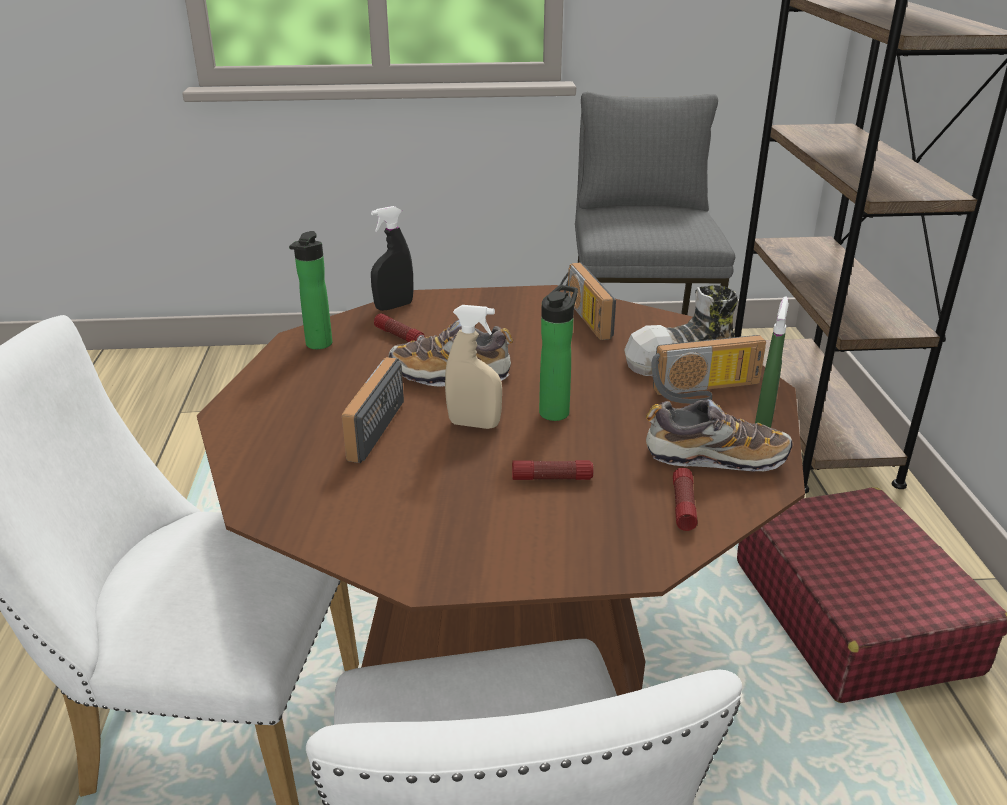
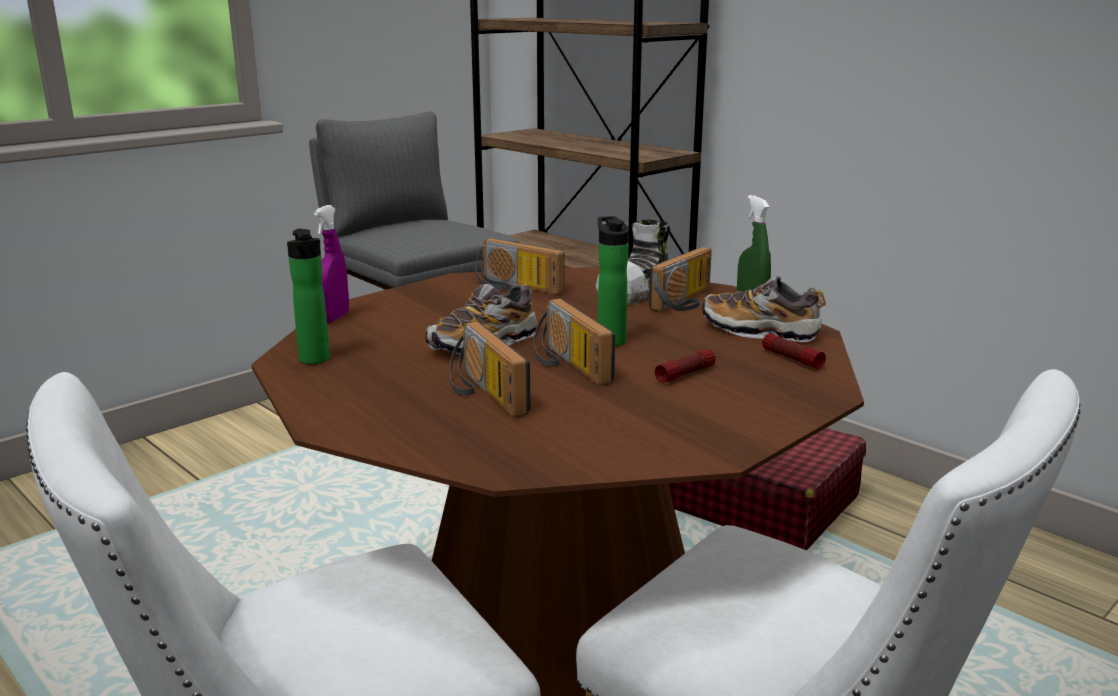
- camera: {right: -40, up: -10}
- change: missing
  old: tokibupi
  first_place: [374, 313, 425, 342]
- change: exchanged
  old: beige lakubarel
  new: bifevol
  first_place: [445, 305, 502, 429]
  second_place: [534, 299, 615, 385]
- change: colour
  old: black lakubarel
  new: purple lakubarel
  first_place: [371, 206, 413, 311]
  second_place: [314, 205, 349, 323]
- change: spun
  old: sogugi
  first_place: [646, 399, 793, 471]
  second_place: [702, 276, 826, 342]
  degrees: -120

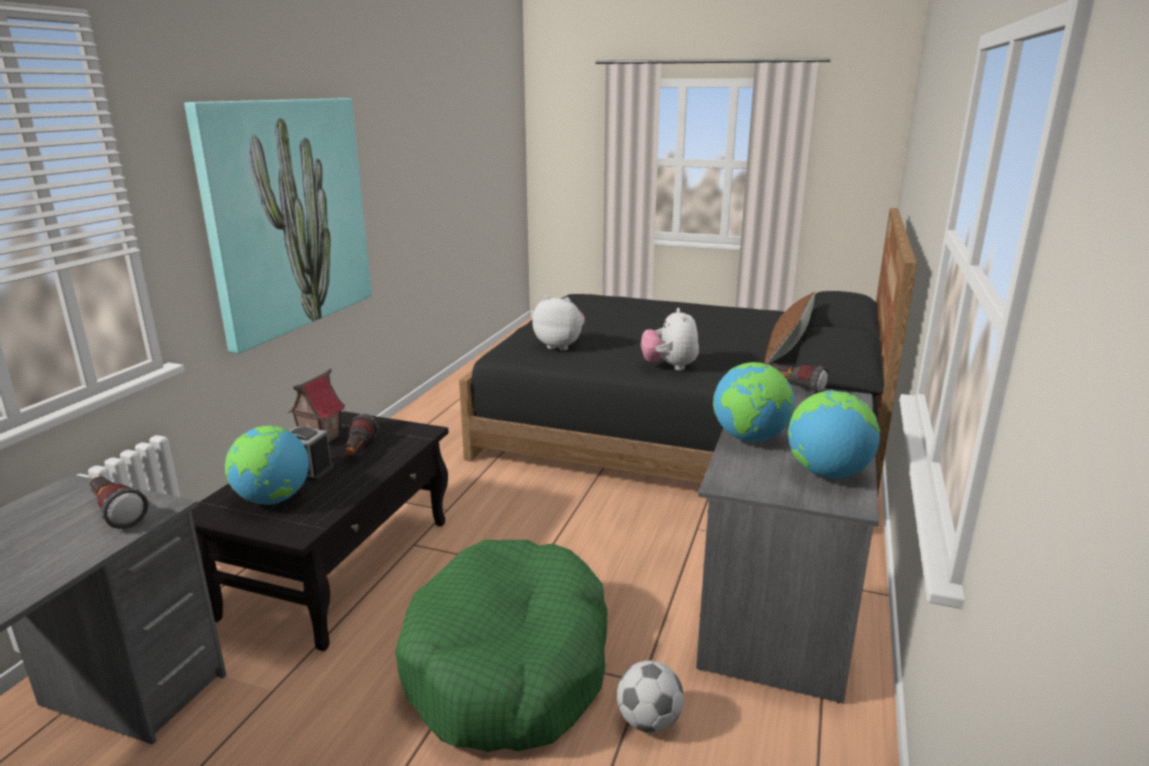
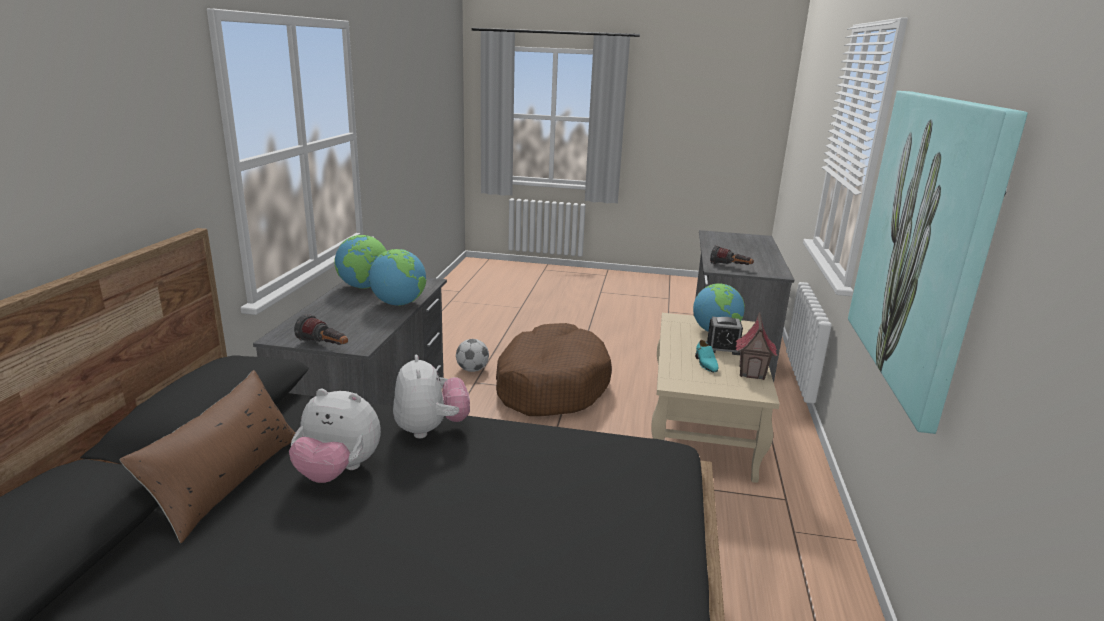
- camera: {right: 170, up: 0}
- change: relocated
  old: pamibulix
  first_place: [532, 295, 585, 351]
  second_place: [289, 389, 381, 483]
- change: exchanged
  old: tokibupi
  new: turquoise sogugi
  first_place: [345, 414, 379, 455]
  second_place: [695, 340, 718, 372]
- change: colour
  old: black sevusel
  new: beige sevusel
  first_place: [191, 411, 449, 651]
  second_place: [651, 313, 780, 483]
- change: colour
  old: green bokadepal
  new: brown bokadepal
  first_place: [395, 540, 608, 752]
  second_place: [496, 323, 612, 416]

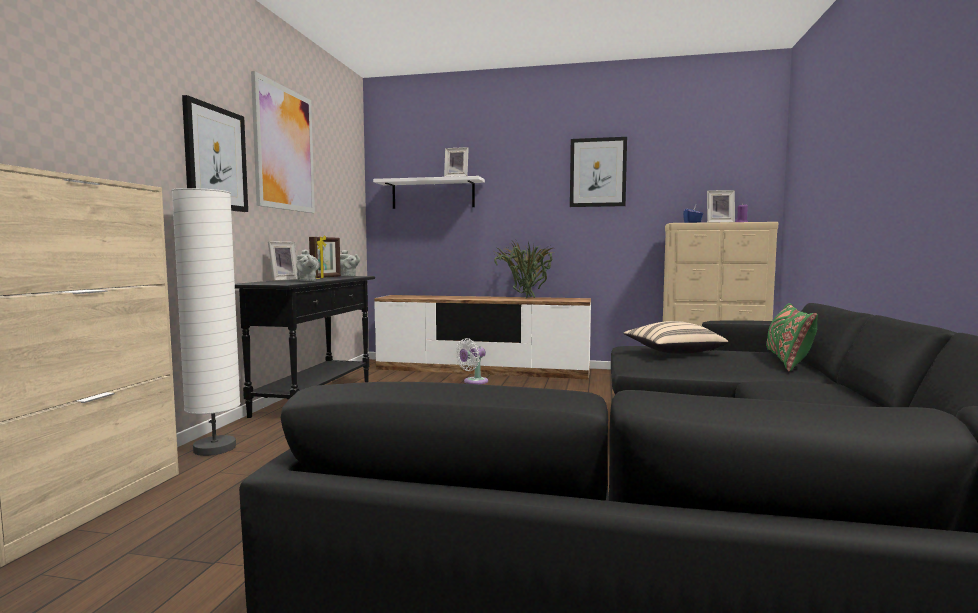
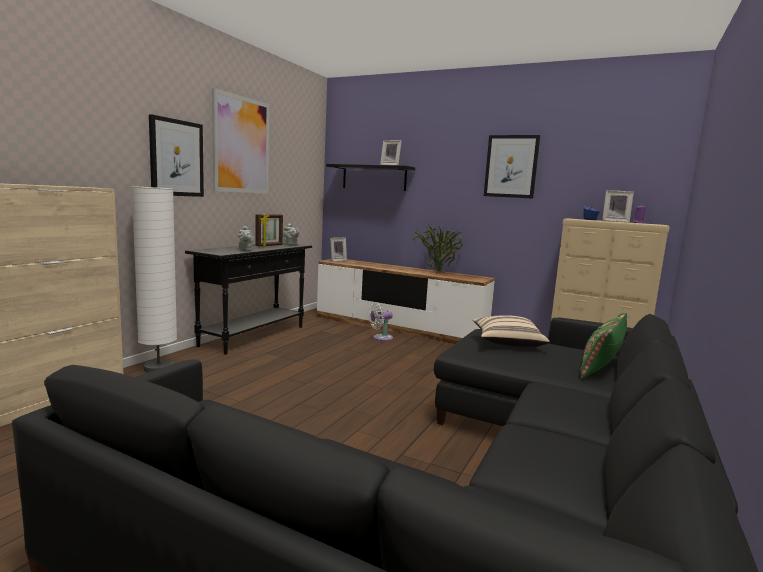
- camera: {right: 15, up: 5}
- change: relocated
  old: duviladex
  first_place: [268, 241, 298, 281]
  second_place: [330, 238, 347, 262]
- change: colour
  old: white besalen
  new: black besalen
  first_place: [373, 176, 485, 209]
  second_place: [326, 164, 415, 191]

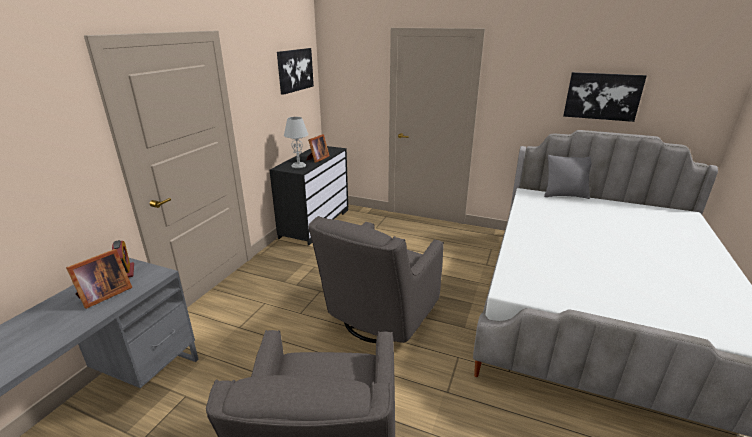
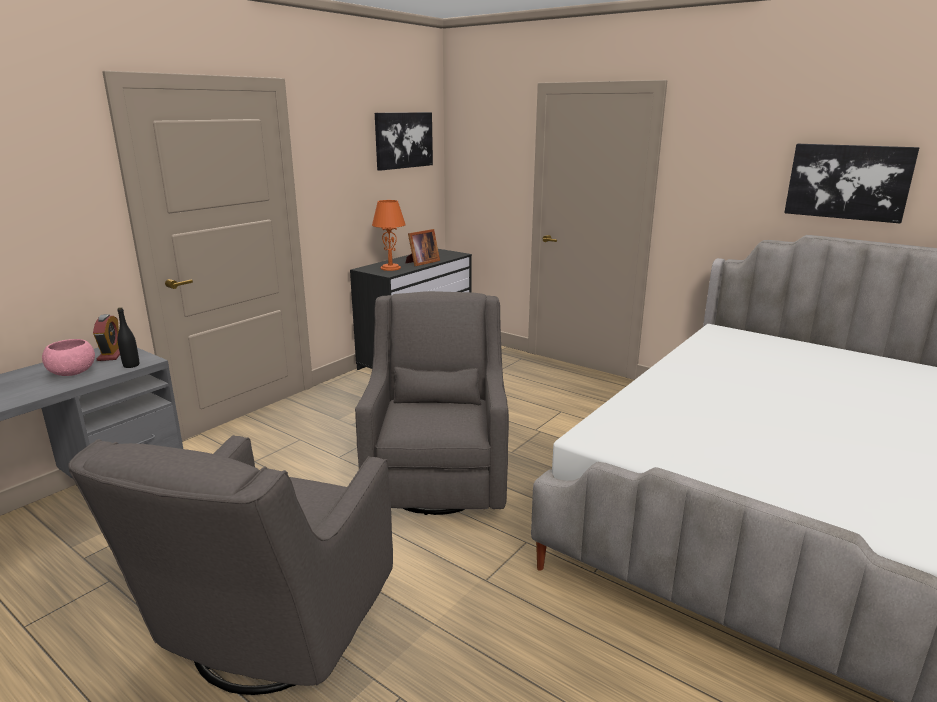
- camera: {right: 15, up: -5}
- change: missing
  old: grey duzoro
  first_place: [544, 155, 592, 199]
- change: appeared
  new: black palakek
  second_place: [117, 307, 139, 368]
- change: exchanged
  old: duviladex
  new: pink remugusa
  first_place: [66, 249, 132, 309]
  second_place: [42, 339, 95, 376]
- change: colour
  old: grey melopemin
  new: orange melopemin
  first_place: [284, 117, 308, 168]
  second_place: [372, 200, 406, 271]
- change: spun
  old: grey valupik
  first_place: [309, 216, 444, 343]
  second_place: [355, 291, 509, 515]
  degrees: 135

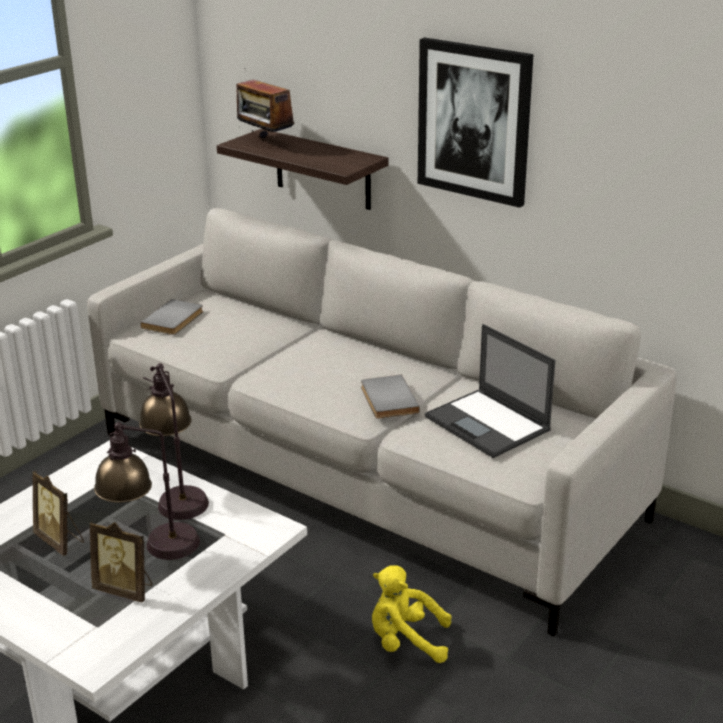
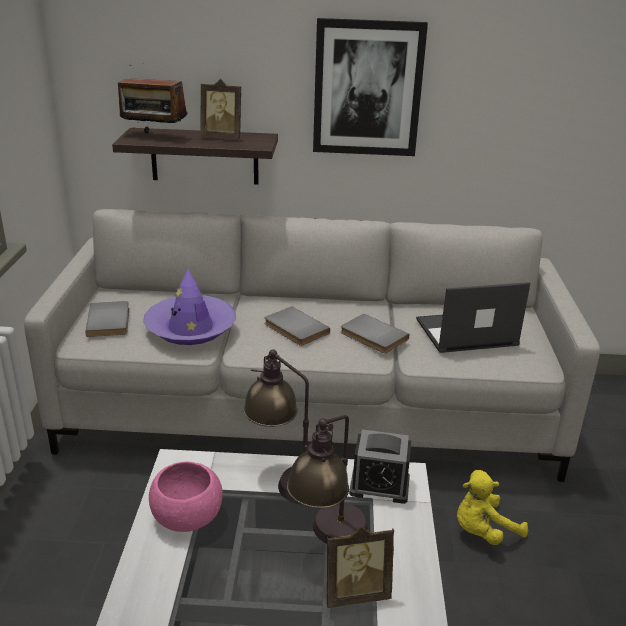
- camera: {right: -35, up: 0}
- change: appeared
  new: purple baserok
  second_place: [143, 269, 236, 345]
- change: appeared
  new: pink remugusa
  second_place: [149, 462, 223, 532]
- change: appeared
  new: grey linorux
  second_place: [265, 307, 330, 346]
- change: appeared
  new: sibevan
  second_place: [349, 430, 411, 504]
- change: relocated
  old: duviladex
  first_place: [33, 471, 84, 556]
  second_place: [200, 79, 241, 139]
- change: spun
  old: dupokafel
  first_place: [425, 324, 556, 458]
  second_place: [416, 282, 530, 353]
  degrees: 150

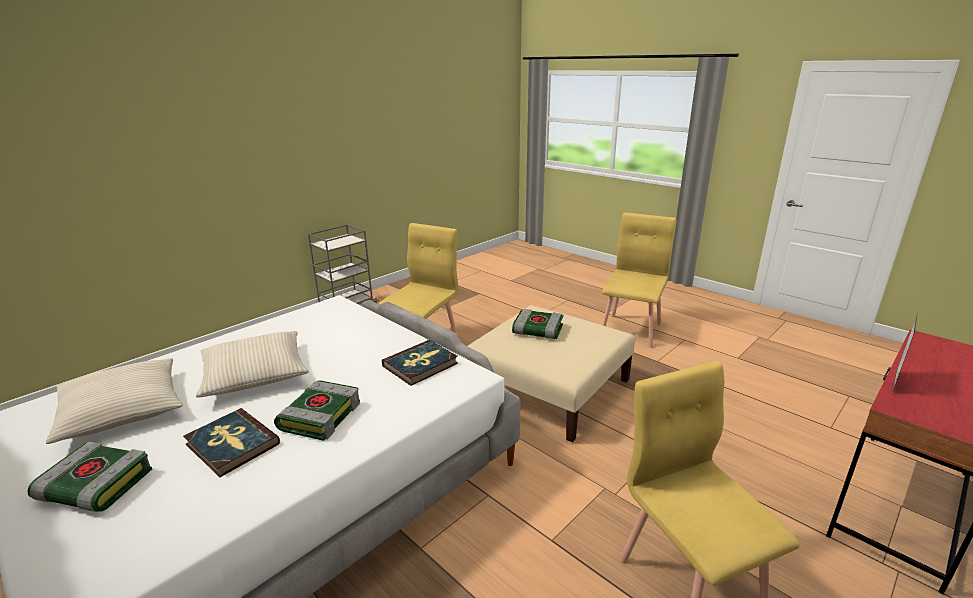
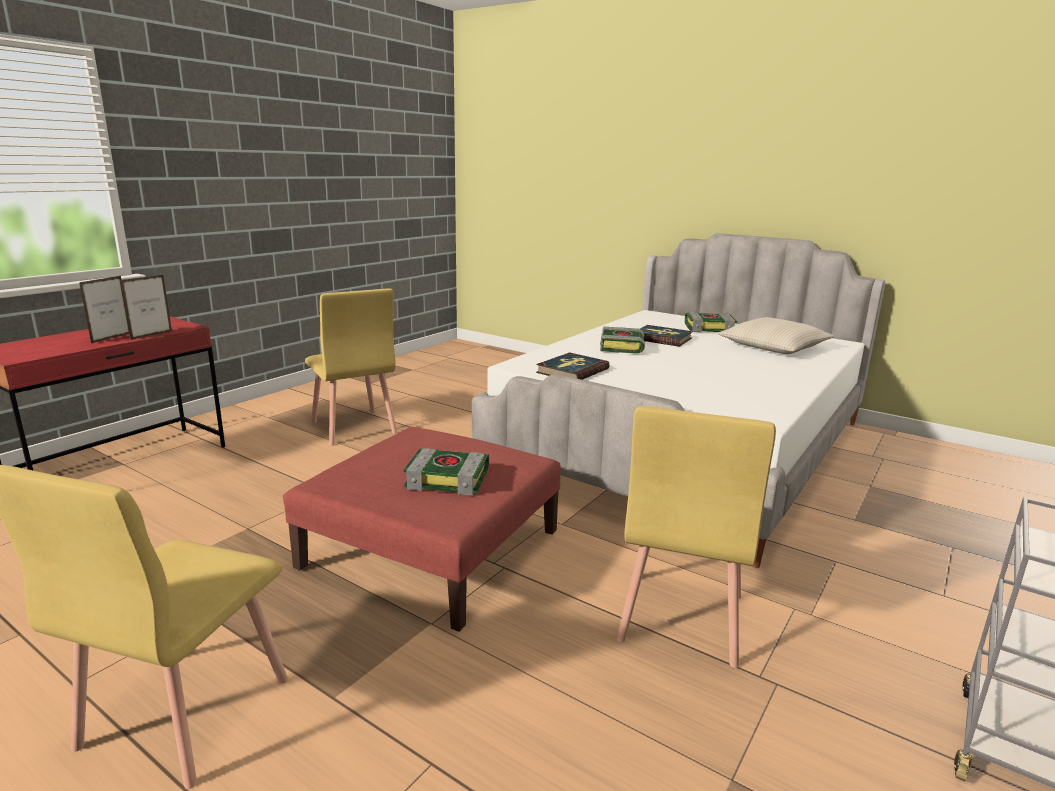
- camera: {right: 170, up: -5}
- change: missing
  old: beige duzoro
  first_place: [196, 331, 309, 398]
- change: appeared
  new: duviladex
  second_place: [79, 276, 130, 344]
- change: colour
  old: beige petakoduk
  new: red petakoduk
  first_place: [468, 305, 636, 442]
  second_place: [283, 427, 561, 632]

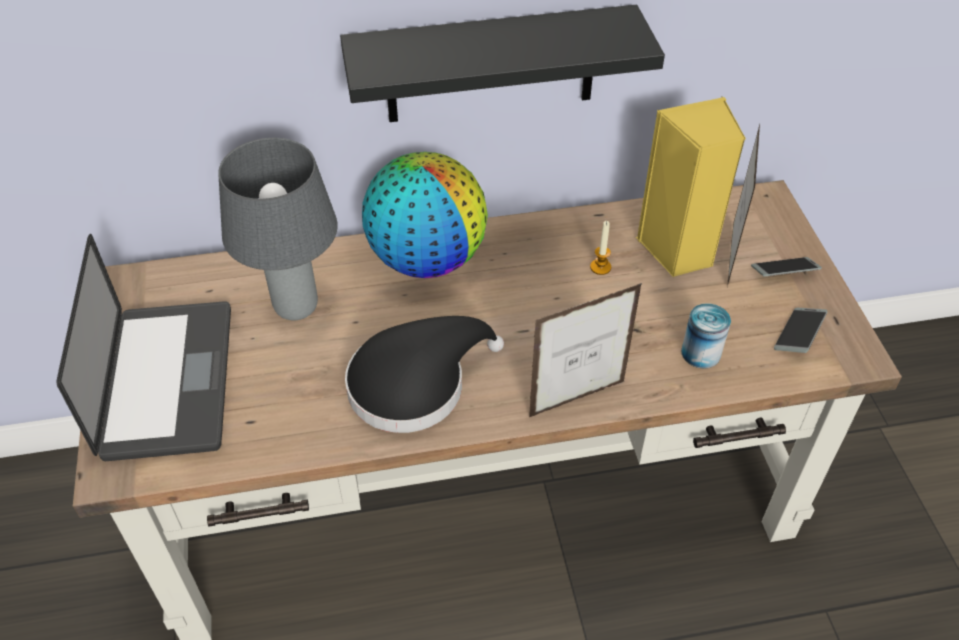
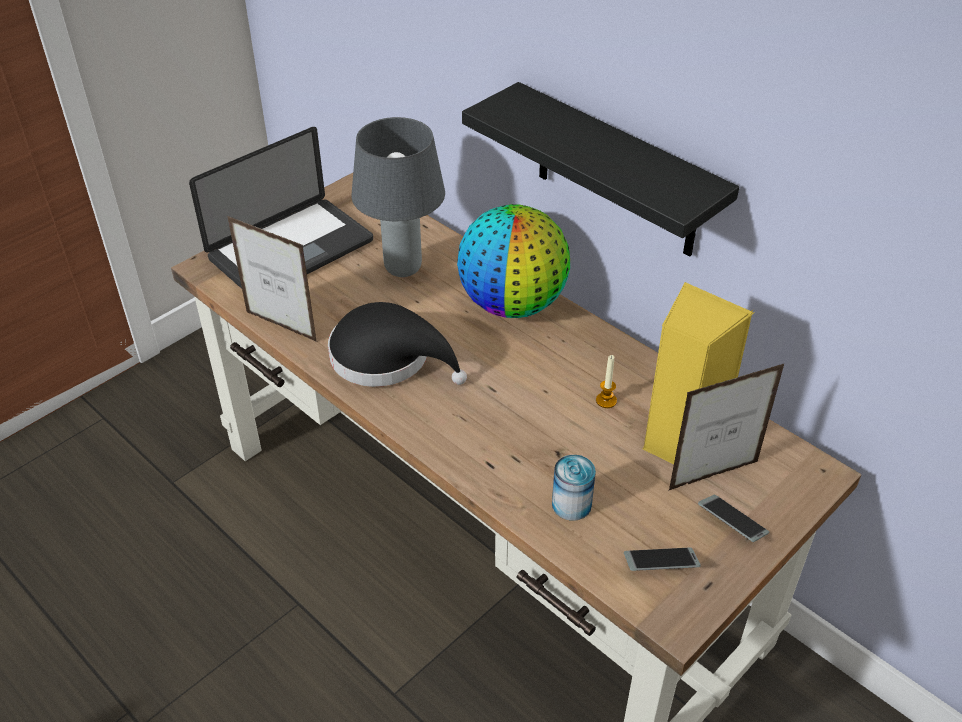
- camera: {right: 55, up: -5}
- change: relocated
  old: duviladex
  first_place: [529, 283, 642, 418]
  second_place: [227, 216, 317, 342]

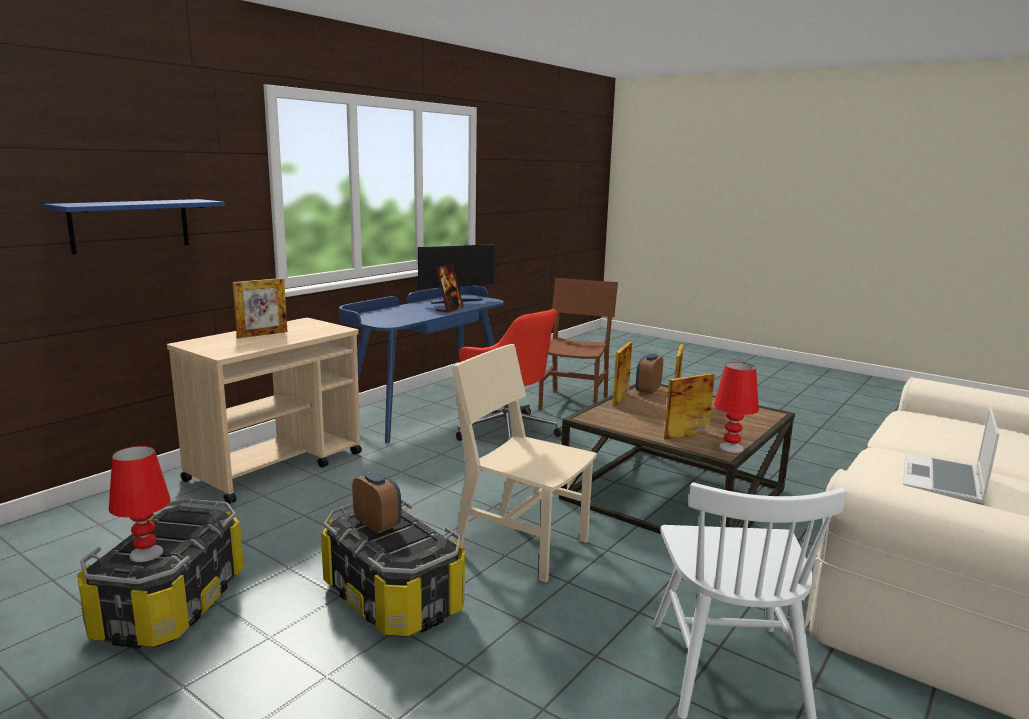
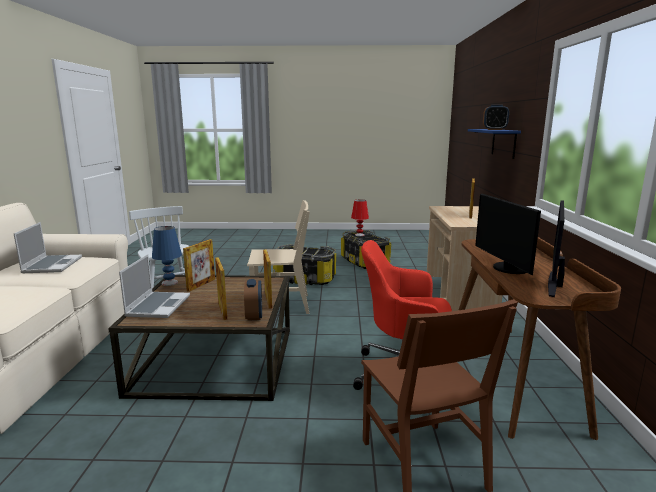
- camera: {right: 145, up: 0}
- change: appeared
  new: dupokafel
  second_place: [119, 254, 190, 318]
- change: relocated
  old: sibevan
  first_place: [352, 472, 401, 533]
  second_place: [483, 105, 509, 130]
- change: exchanged
  old: duviladex
  new: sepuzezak
  first_place: [436, 264, 463, 313]
  second_place: [475, 193, 541, 275]
- change: colour
  old: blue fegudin
  new: brown fegudin
  first_place: [339, 286, 504, 443]
  second_place: [459, 237, 621, 440]
- change: colour
  old: red melopemin
  new: blue melopemin
  first_place: [714, 362, 759, 453]
  second_place: [152, 226, 182, 286]

